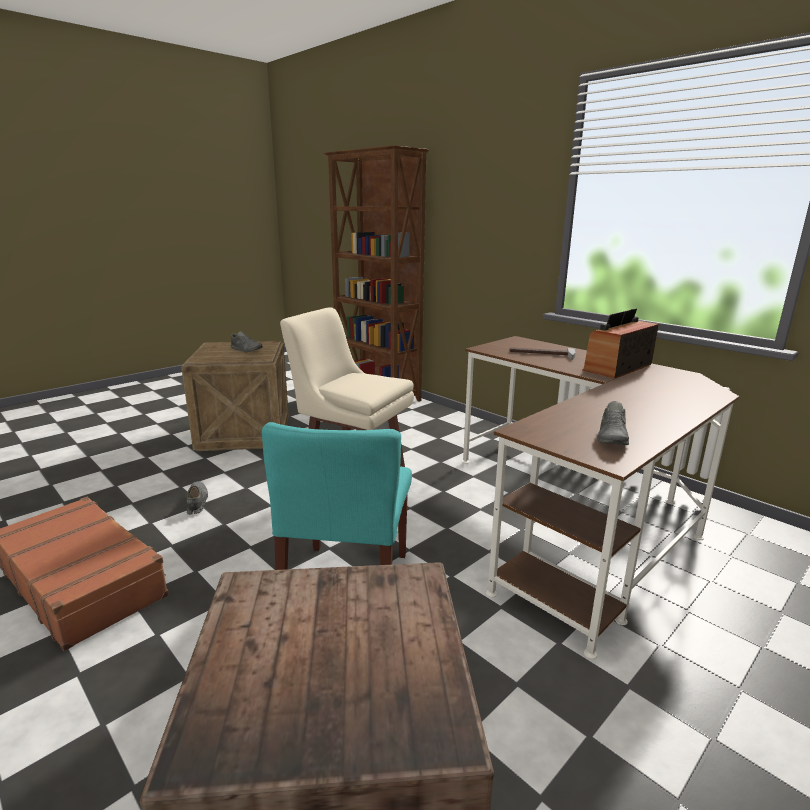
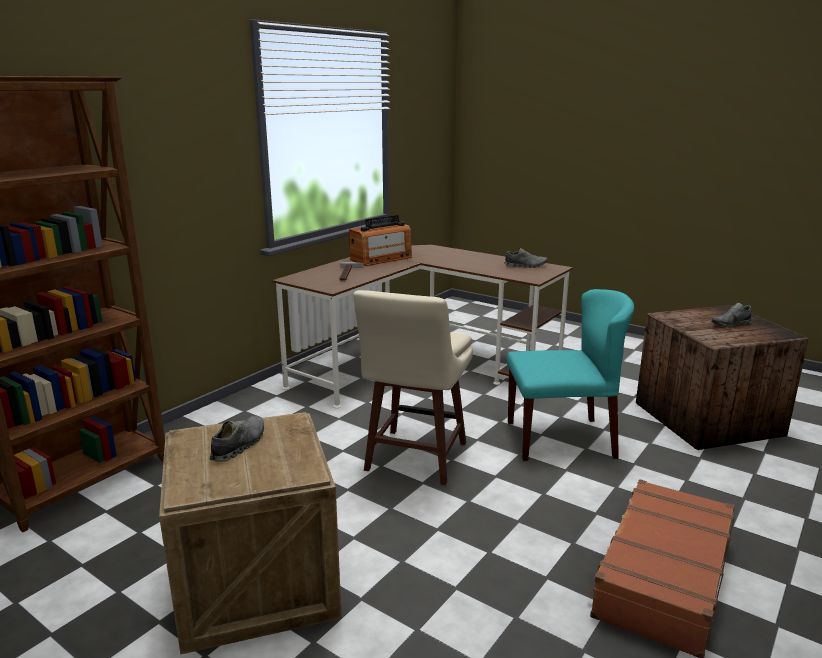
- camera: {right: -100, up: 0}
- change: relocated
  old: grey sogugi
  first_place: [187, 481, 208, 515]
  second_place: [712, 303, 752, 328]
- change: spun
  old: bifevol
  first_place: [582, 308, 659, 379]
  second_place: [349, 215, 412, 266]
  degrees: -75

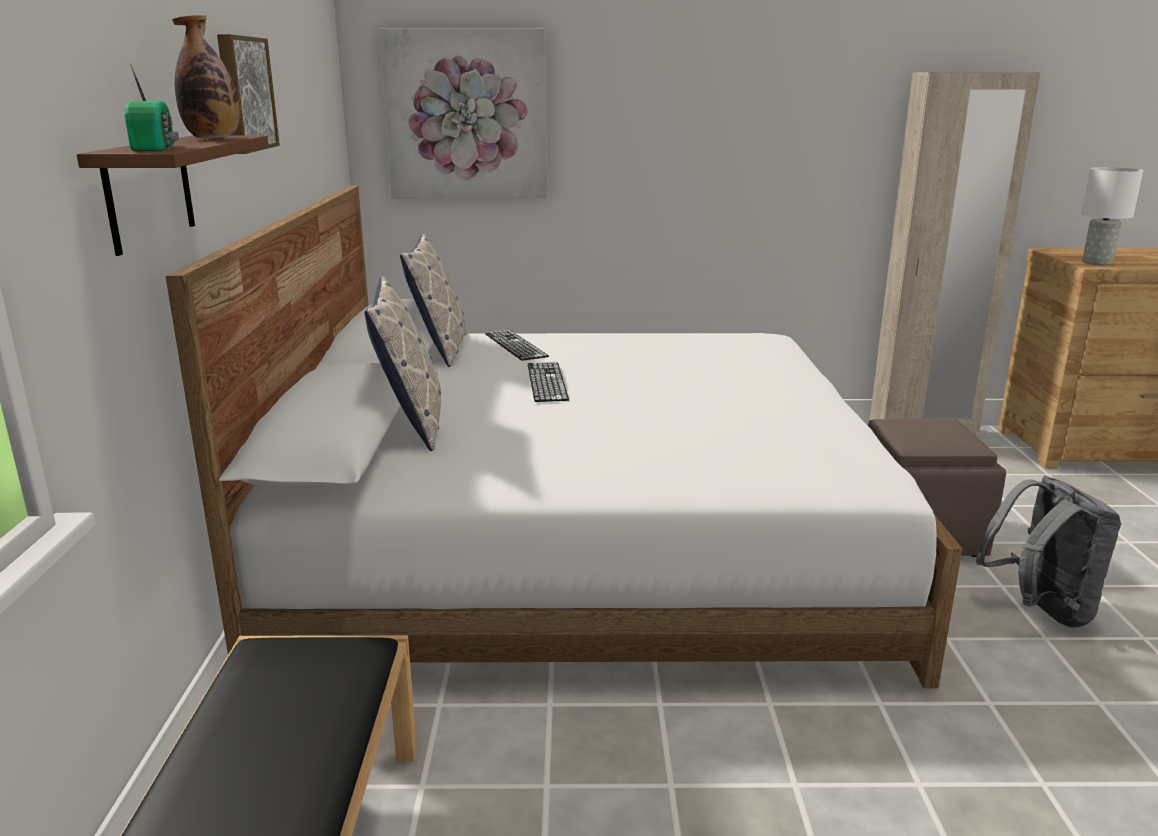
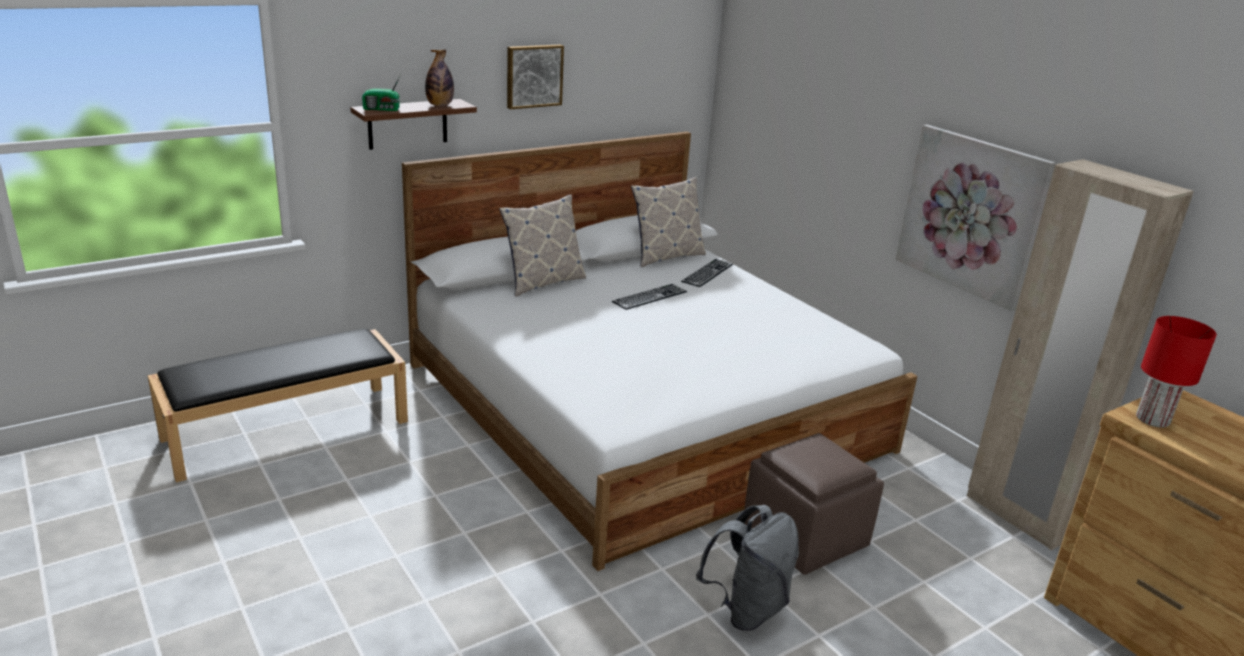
- camera: {right: 55, up: 5}
- change: relocated
  old: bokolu
  first_place: [379, 29, 547, 198]
  second_place: [895, 125, 1056, 311]
- change: colour
  old: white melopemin
  new: red melopemin
  first_place: [1081, 167, 1143, 265]
  second_place: [1136, 316, 1217, 427]
- change: spun
  old: bifevol
  first_place: [125, 63, 179, 151]
  second_place: [362, 74, 401, 111]
  degrees: 45

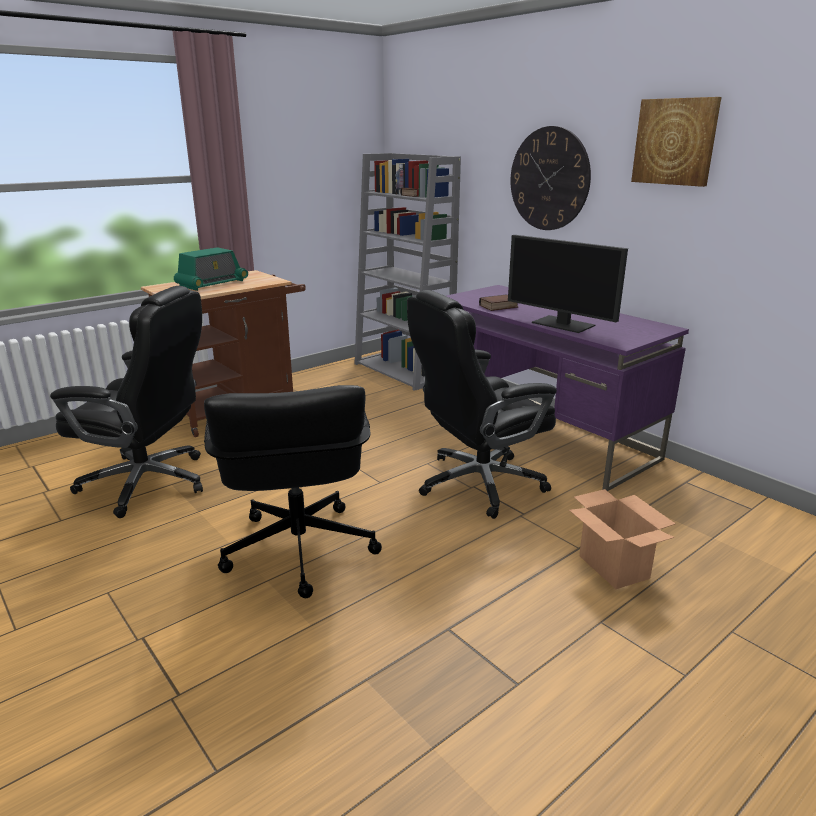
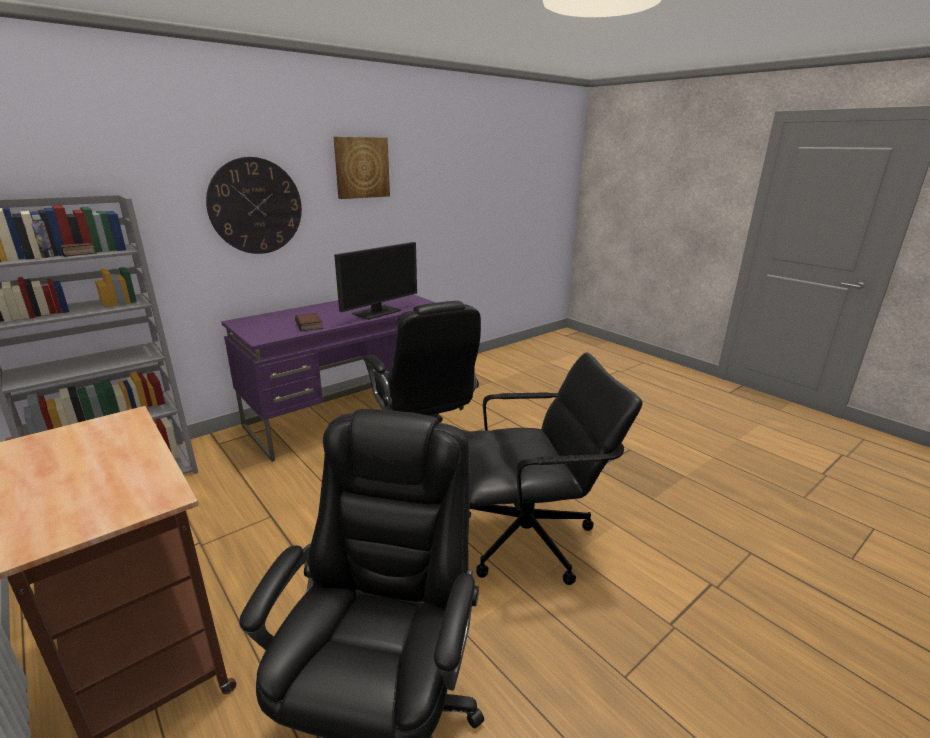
- camera: {right: -90, up: 0}
- change: missing
  old: bifevol
  first_place: [174, 247, 248, 291]
- change: missing
  old: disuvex
  first_place: [569, 489, 676, 589]

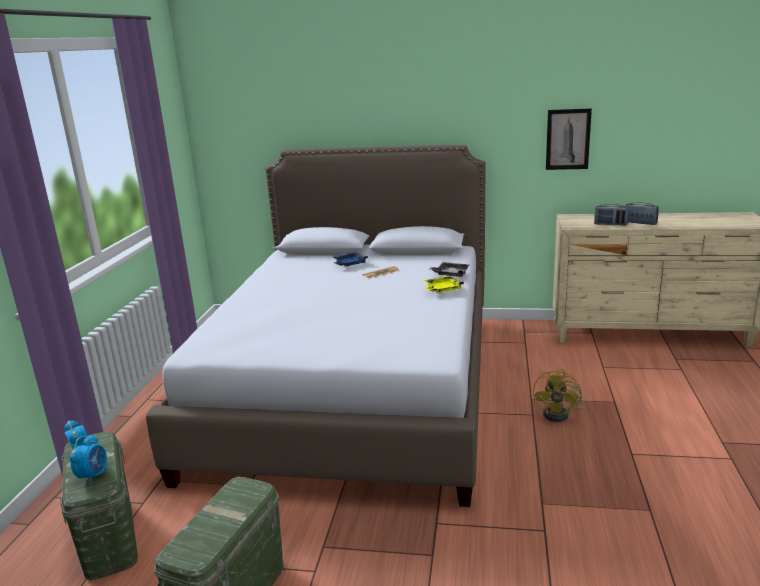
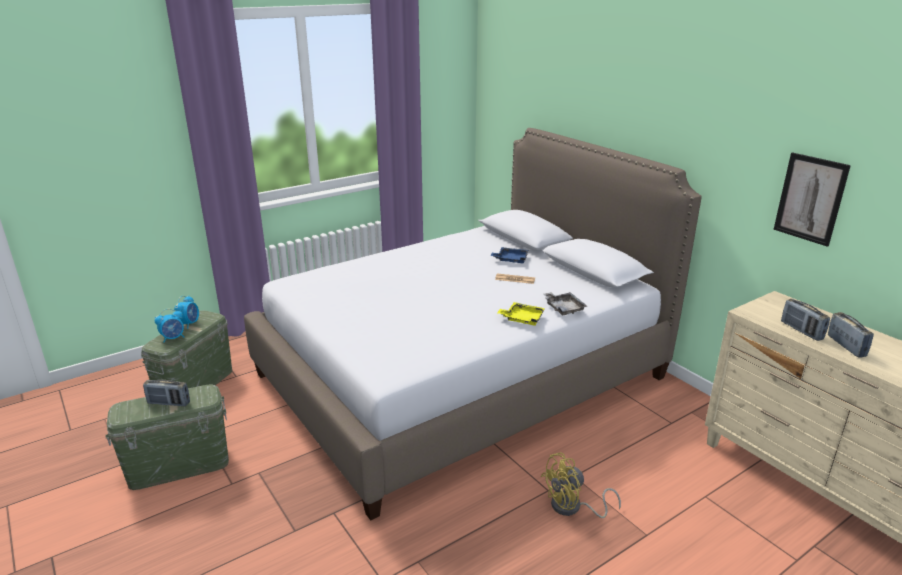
- camera: {right: 45, up: 5}
- change: appeared
  new: bifevol
  second_place: [143, 380, 190, 406]

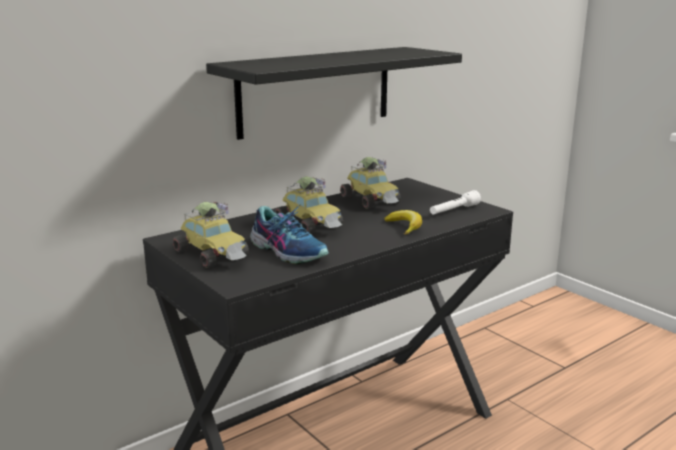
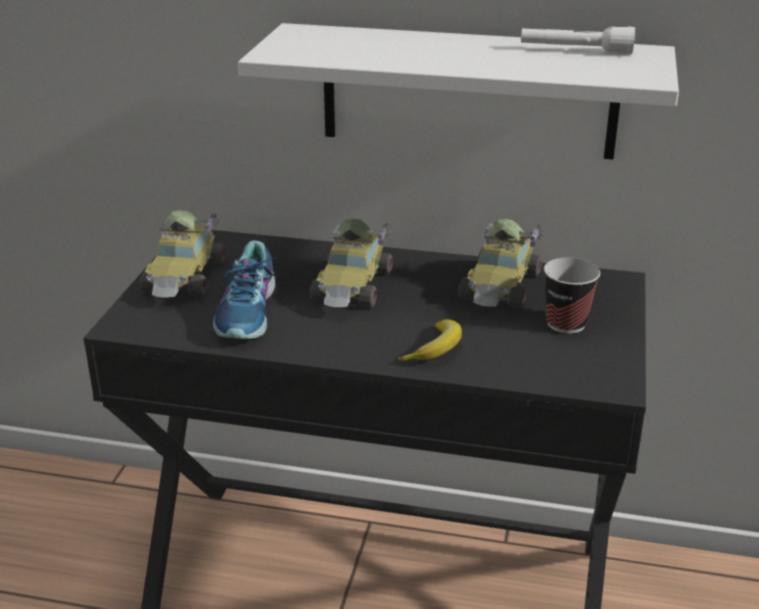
- camera: {right: 50, up: 10}
- change: appeared
  new: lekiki
  second_place: [544, 257, 600, 334]
- change: relocated
  old: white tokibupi
  first_place: [430, 190, 481, 215]
  second_place: [521, 27, 635, 54]
- change: colour
  old: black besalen
  new: white besalen
  first_place: [206, 47, 462, 140]
  second_place: [238, 23, 679, 159]

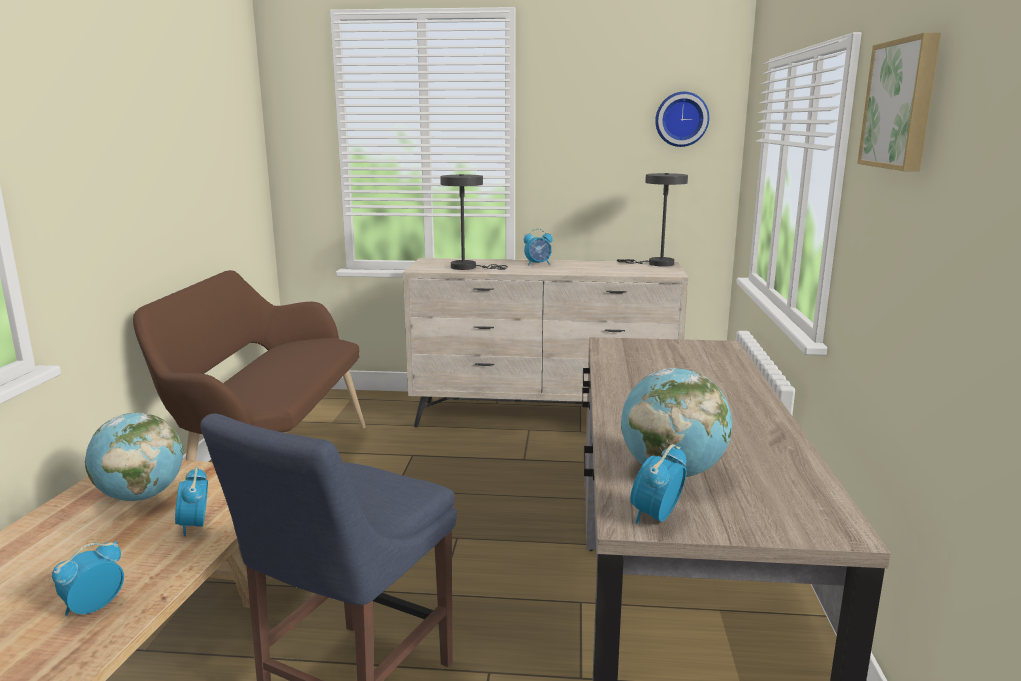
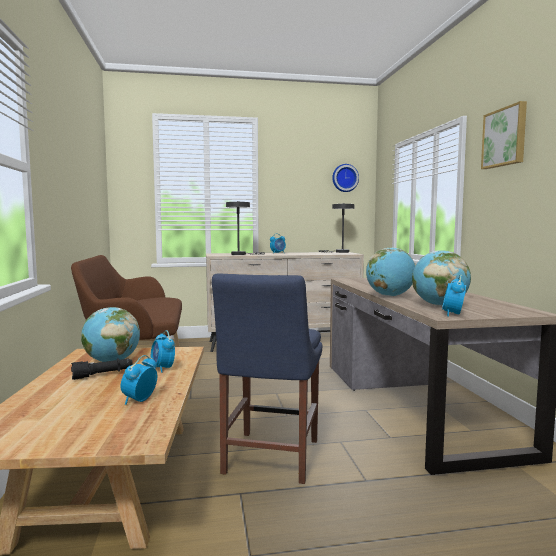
- camera: {right: -15, up: -10}
- change: appeared
  new: black tokibupi
  second_place: [71, 358, 133, 380]
- change: appeared
  new: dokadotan
  second_place: [366, 247, 415, 297]

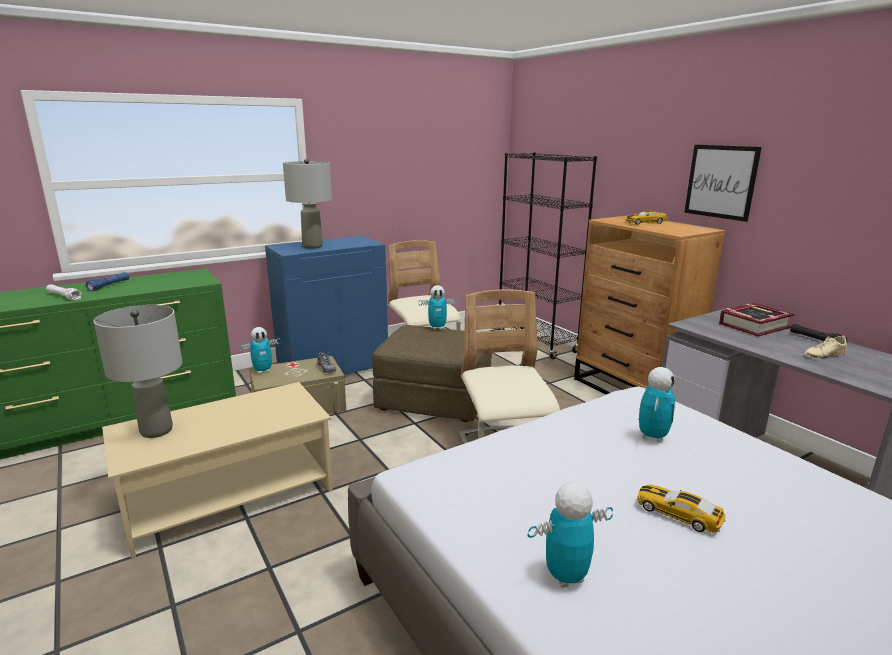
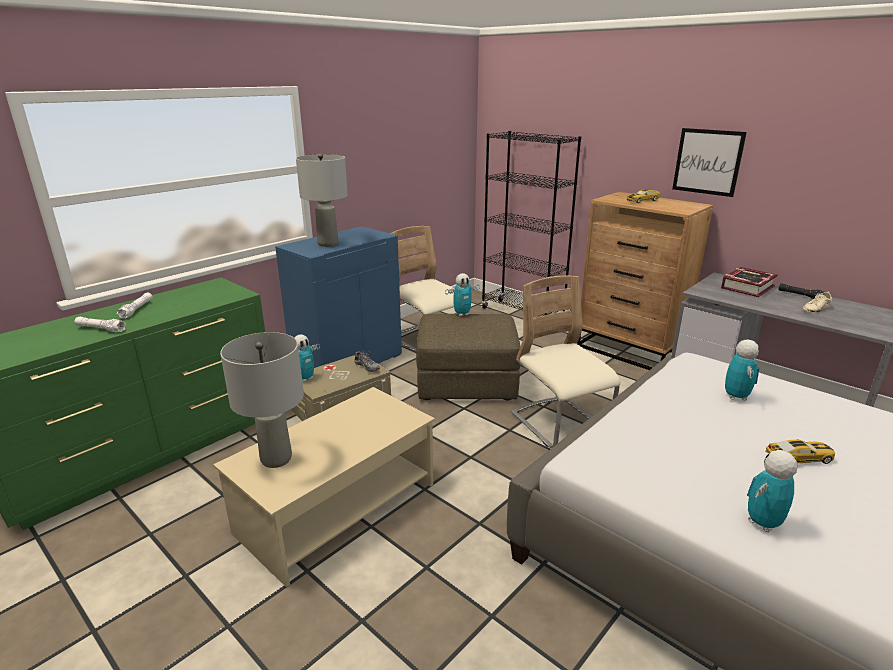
- camera: {right: -15, up: 5}
- change: colour
  old: blue tokibupi
  new: white tokibupi
  first_place: [85, 272, 129, 291]
  second_place: [117, 292, 153, 319]
- change: spun
  old: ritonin
  first_place: [637, 484, 726, 533]
  second_place: [765, 439, 835, 464]
  degrees: 150

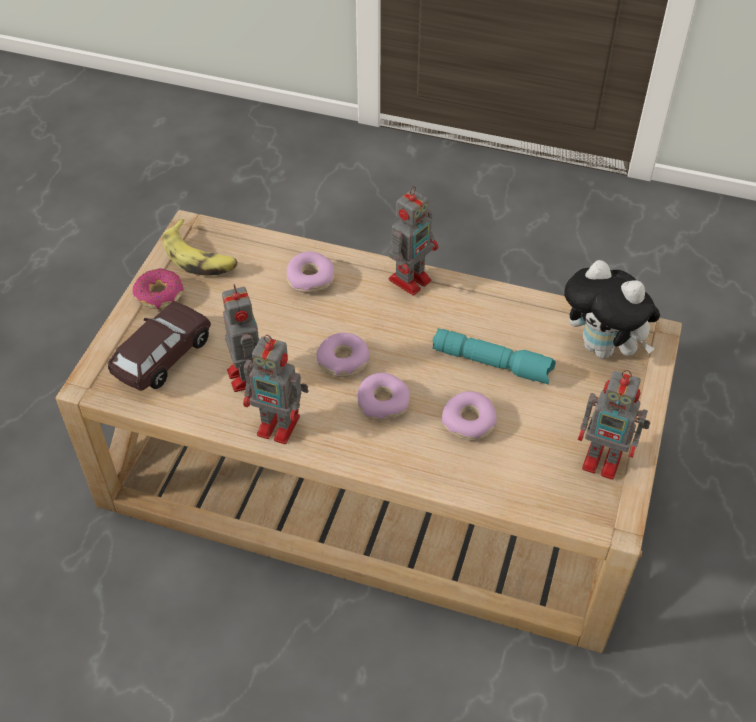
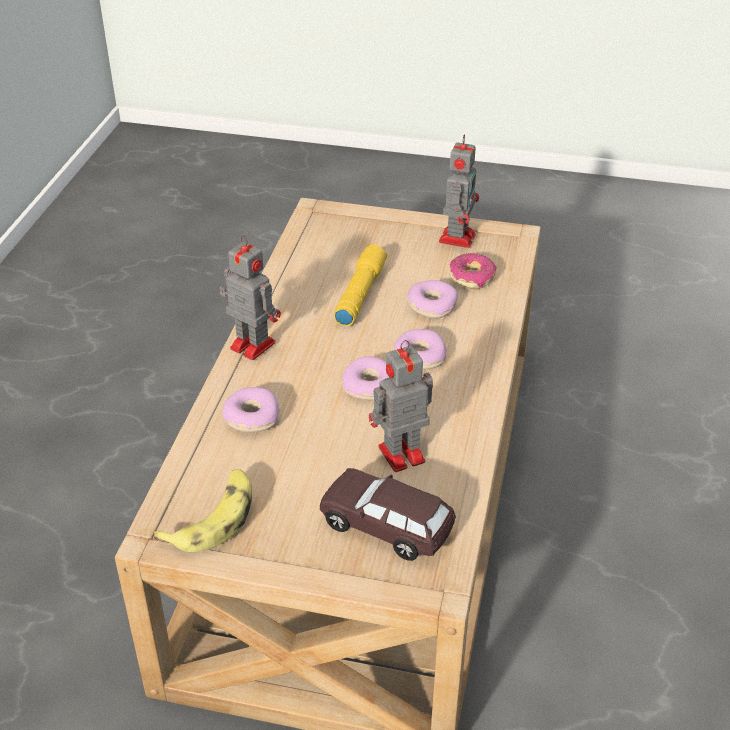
- camera: {right: -95, up: -10}
- change: missing
  old: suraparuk
  first_place: [243, 335, 309, 444]
- change: missing
  old: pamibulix
  first_place: [564, 260, 660, 359]
- change: relocated
  old: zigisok
  first_place: [133, 268, 184, 309]
  second_place: [449, 253, 497, 289]
- change: colour
  old: turquoise tokibupi
  new: yellow tokibupi
  first_place: [432, 328, 556, 385]
  second_place: [334, 244, 387, 326]

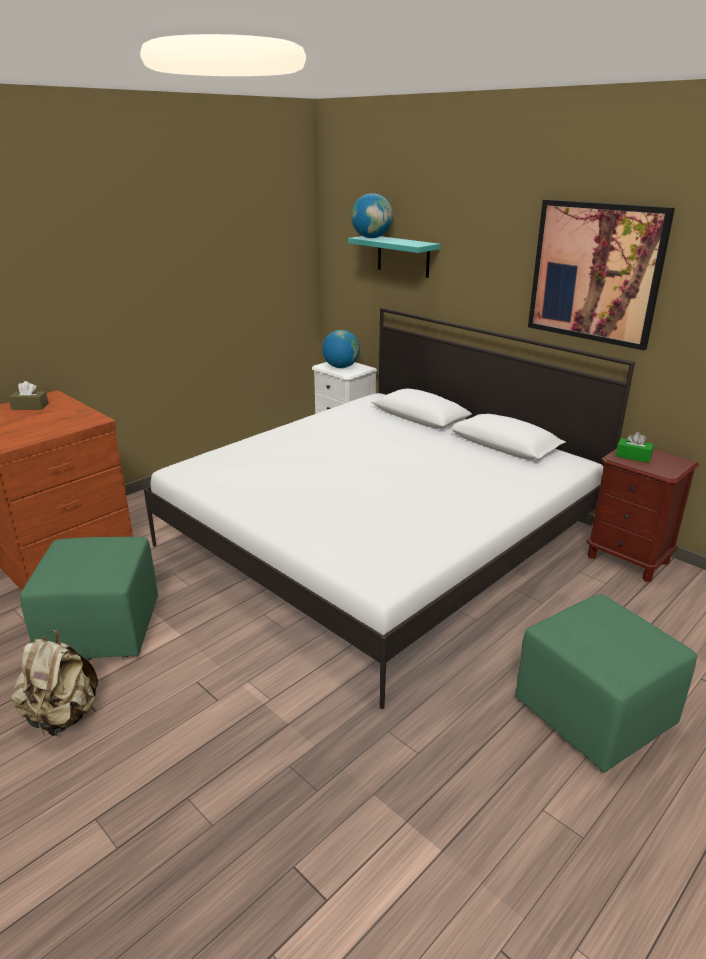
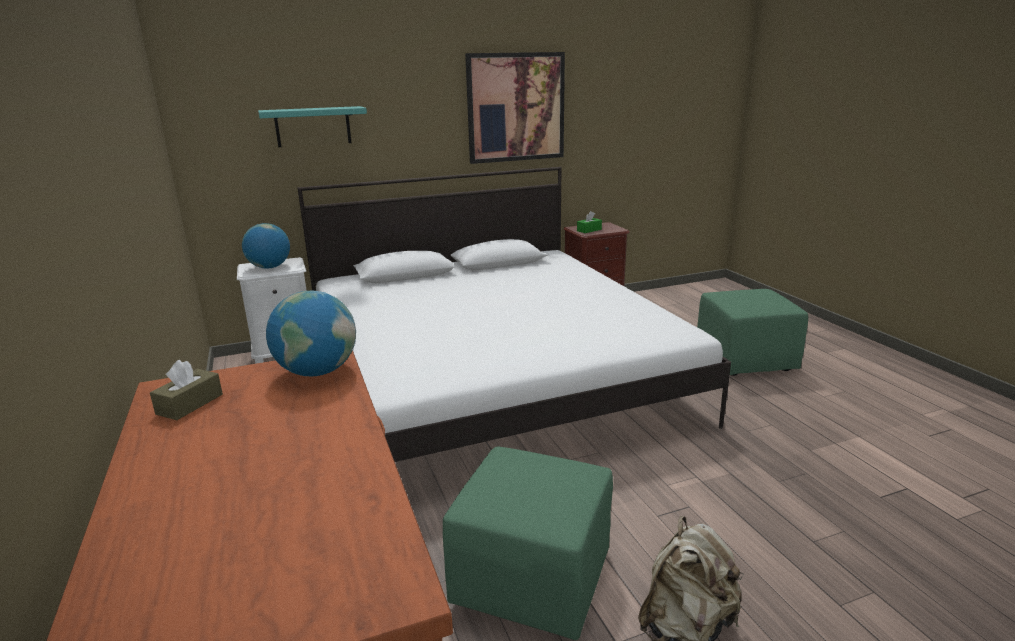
- camera: {right: -65, up: -5}
- change: relocated
  old: dokadotan
  first_place: [351, 193, 393, 238]
  second_place: [266, 290, 356, 376]

